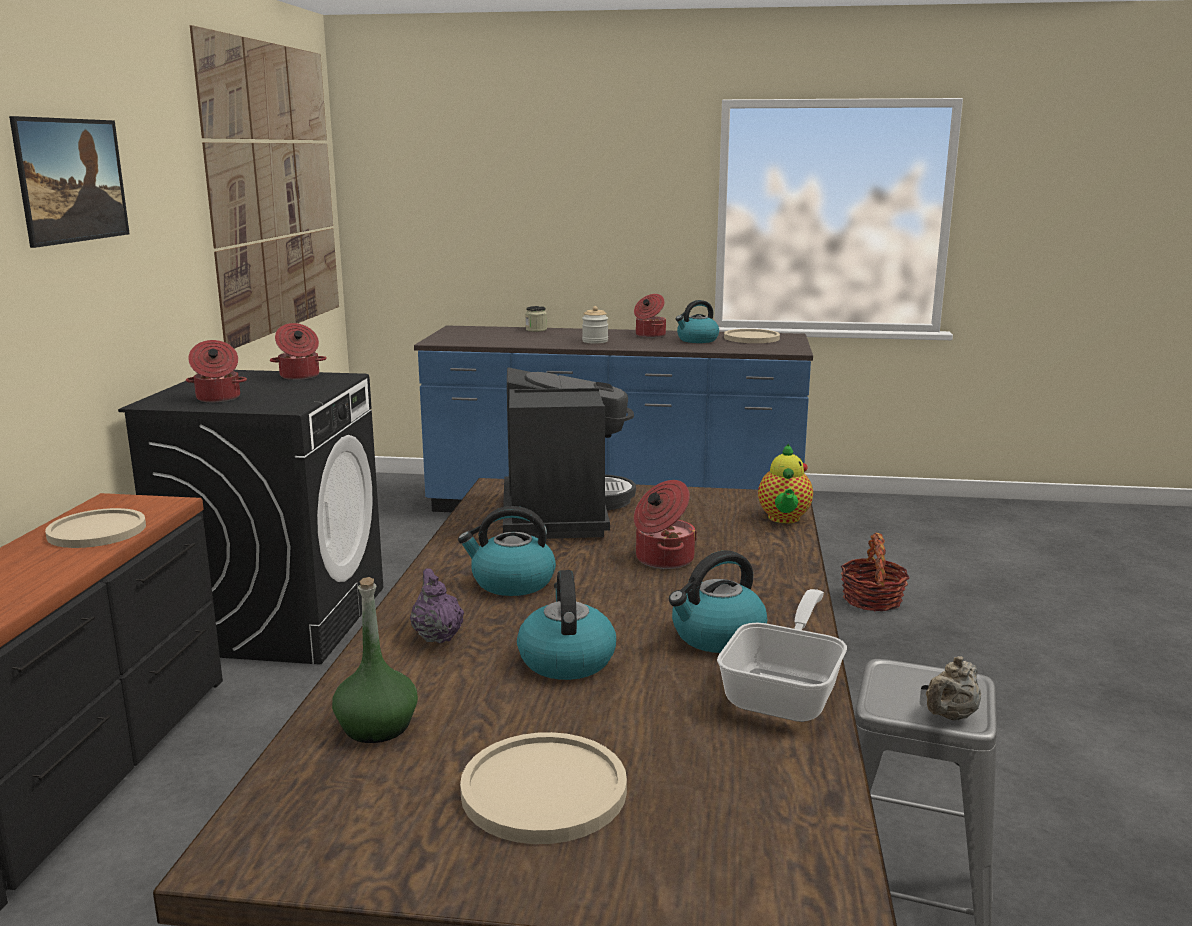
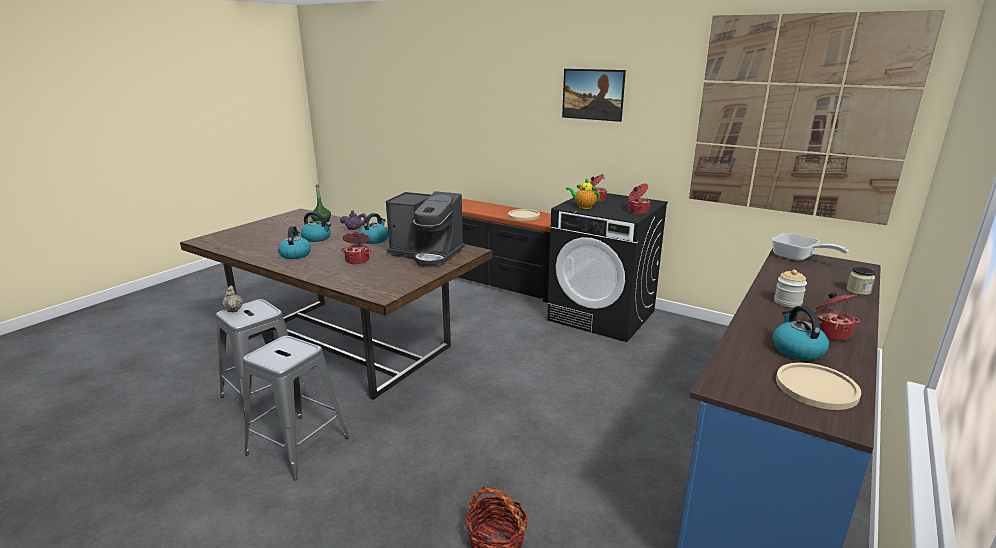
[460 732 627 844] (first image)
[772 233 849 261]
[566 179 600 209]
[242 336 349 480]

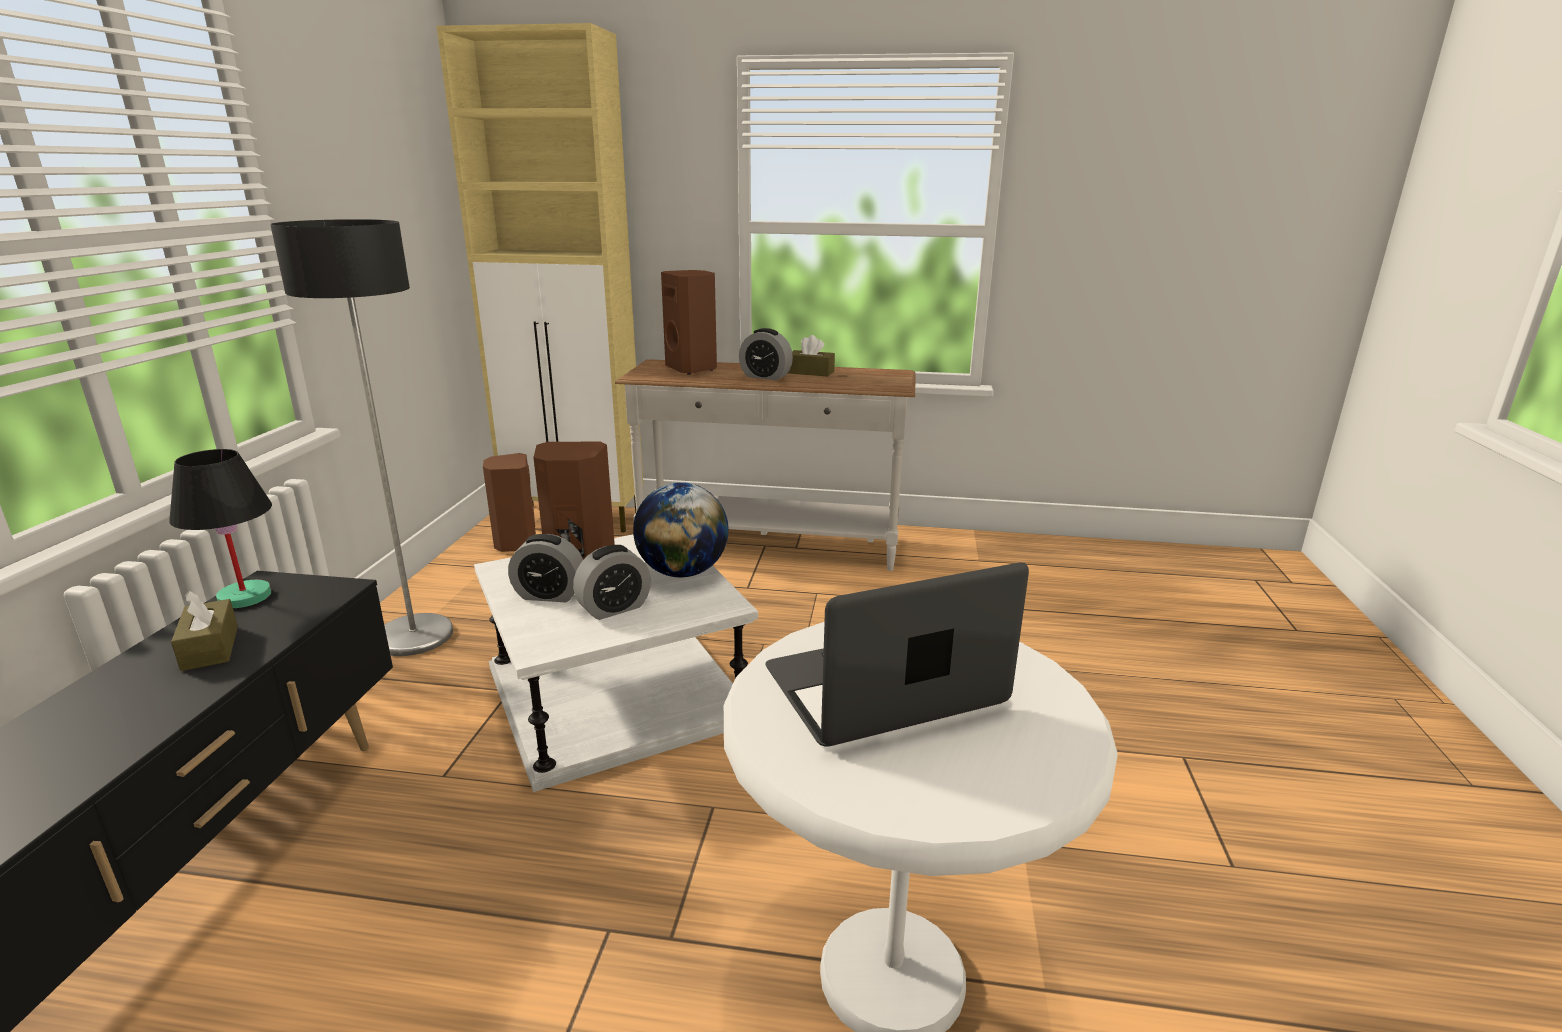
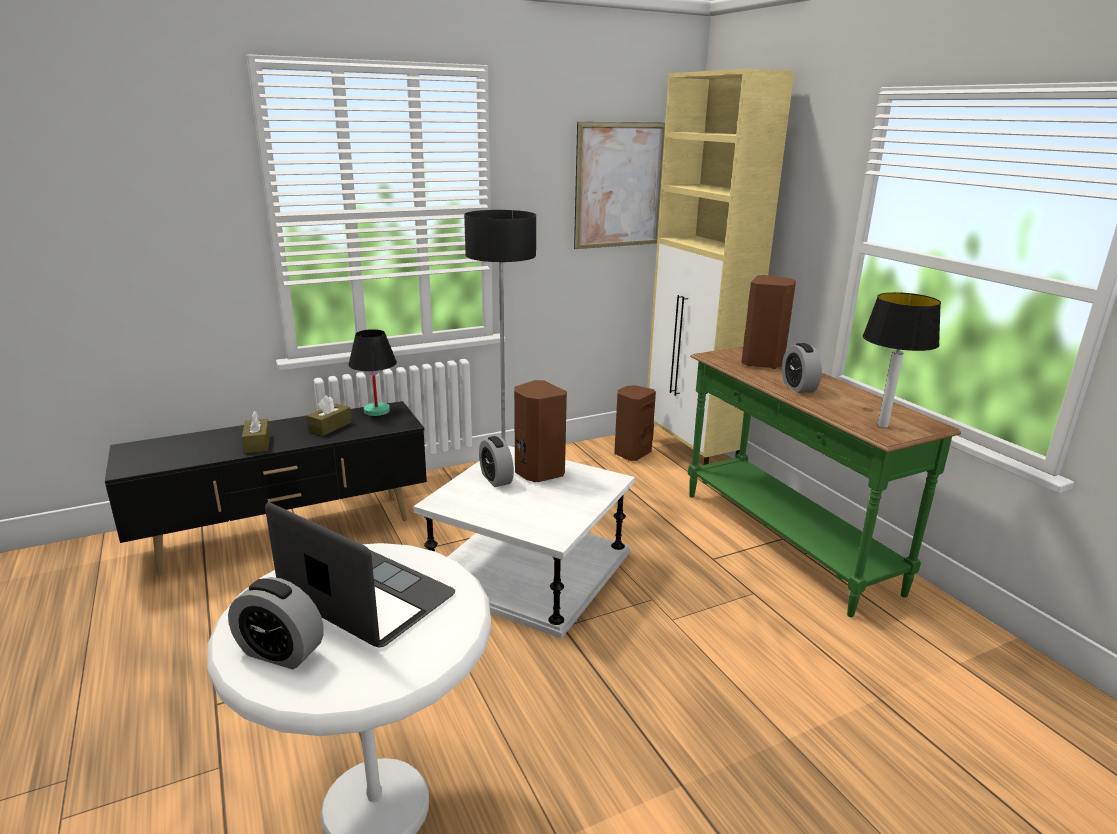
[228 577 324 669]
[688 347 961 618]
[633 482 729 577] (first image)
[242 411 270 453]
[574 122 665 249]
[863 292 941 428]

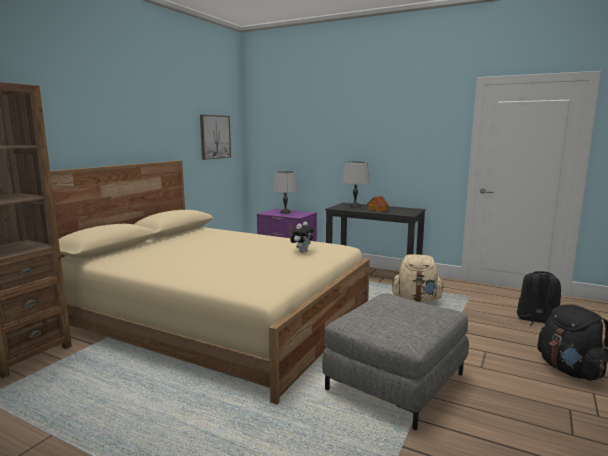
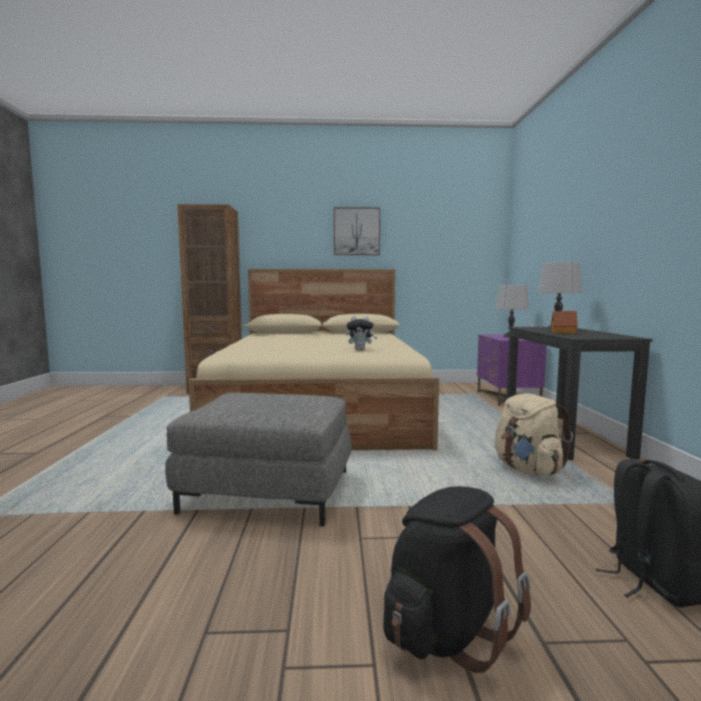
[334 207 380 255]

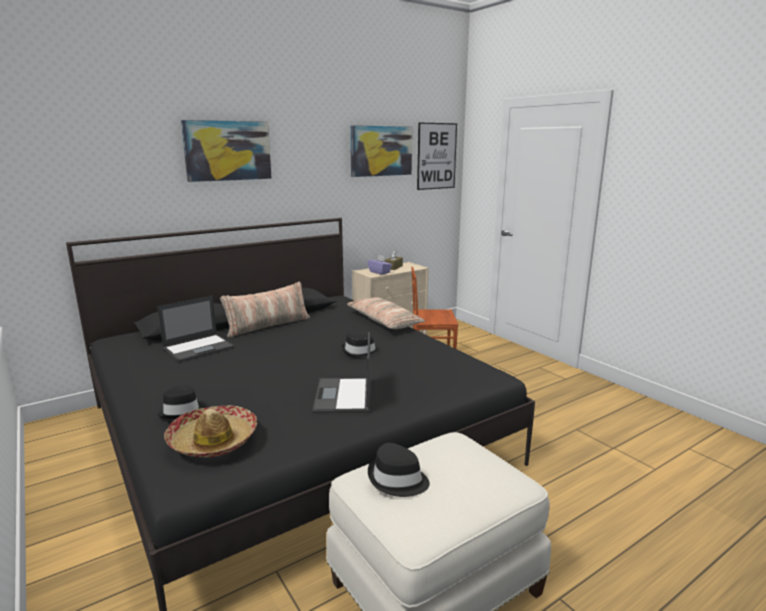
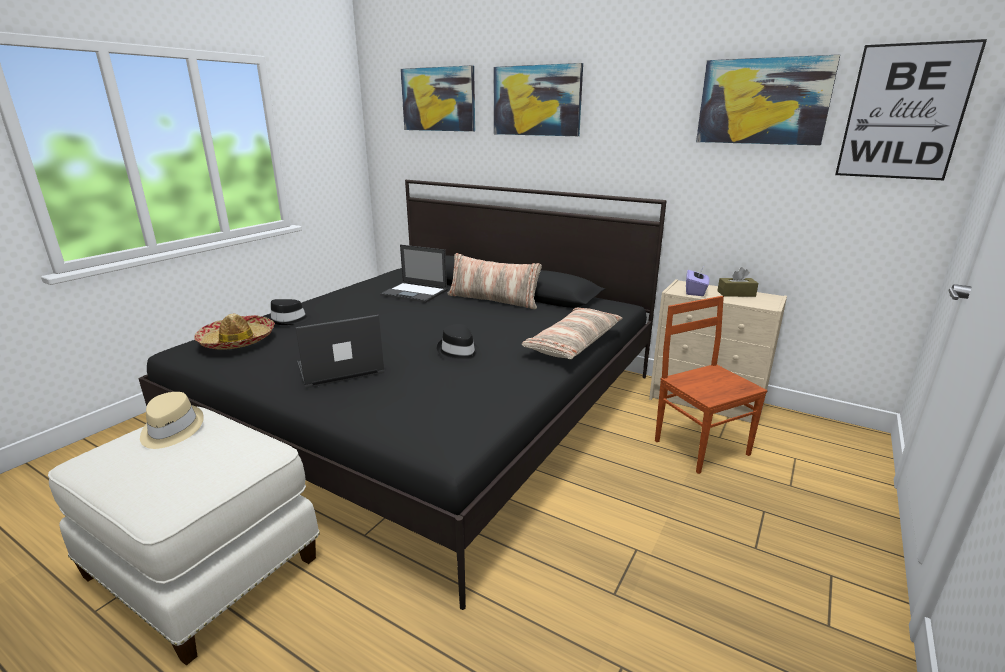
[140 392 204 449]
[400 65 475 132]

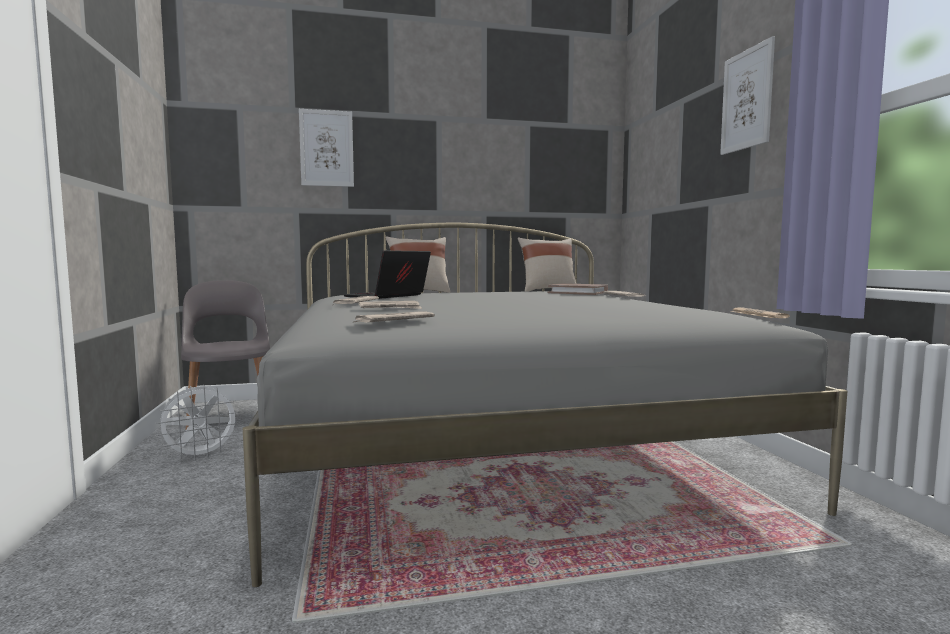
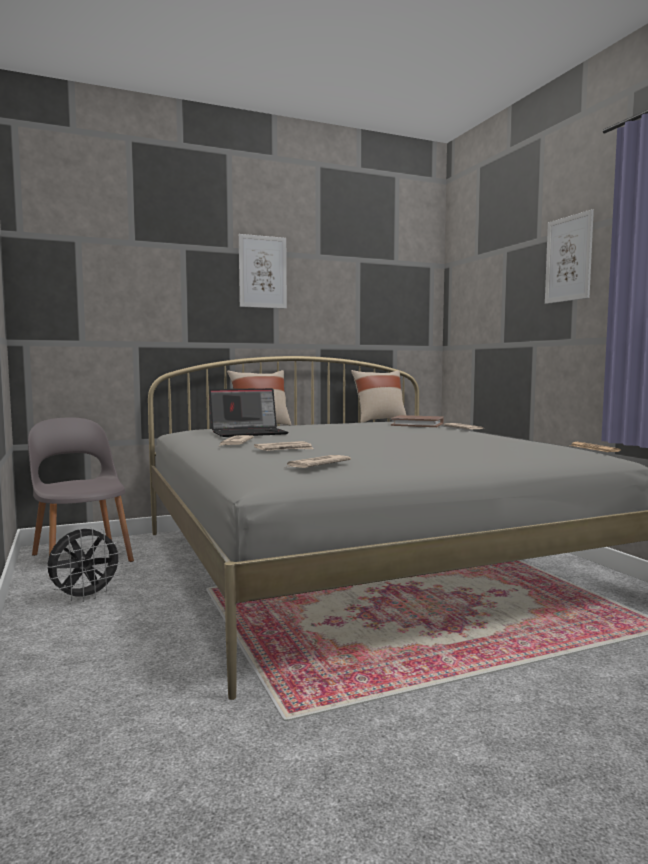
[47 527 124 602]
[239 234 287 309]
[209 388 289 437]

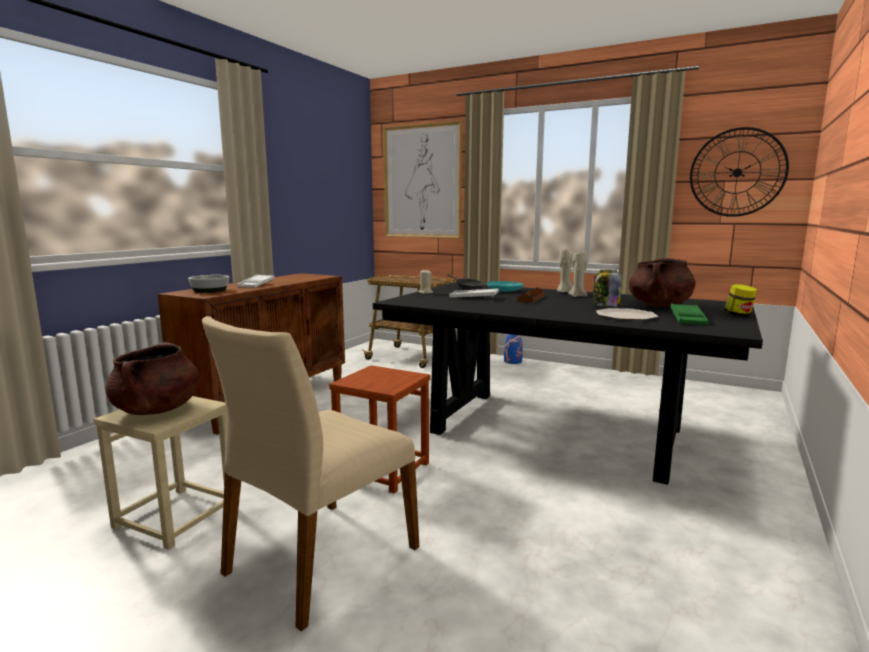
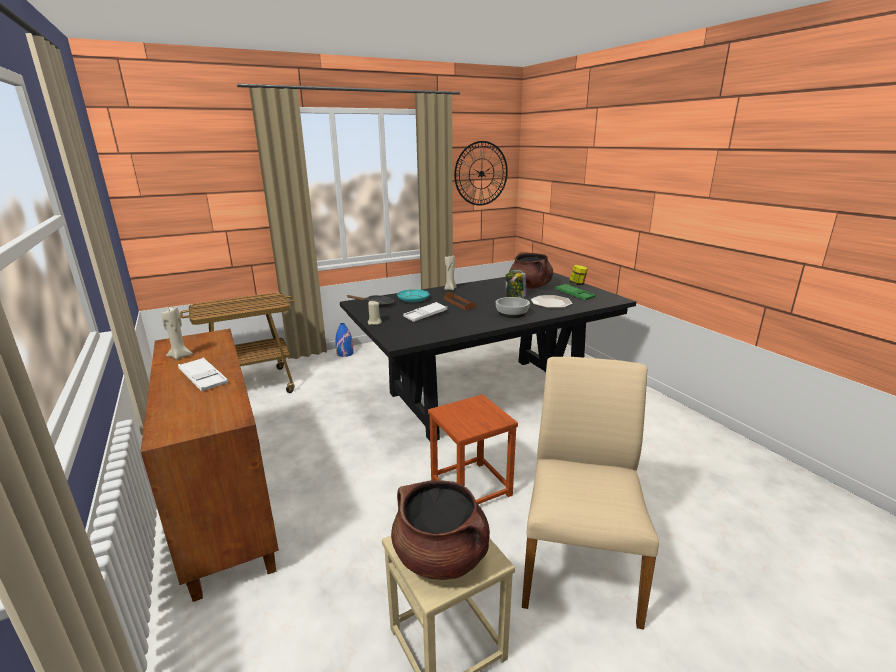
[496 297 530 318]
[522 357 659 630]
[383 121 462 239] (first image)
[162 307 193 360]

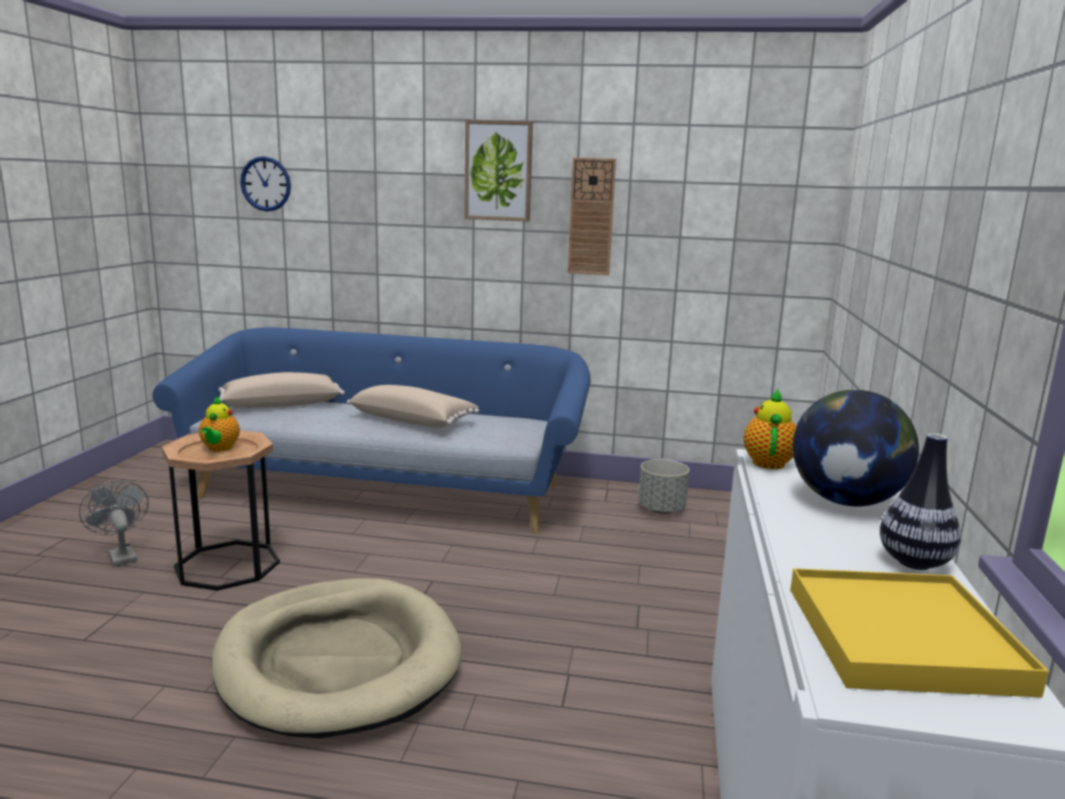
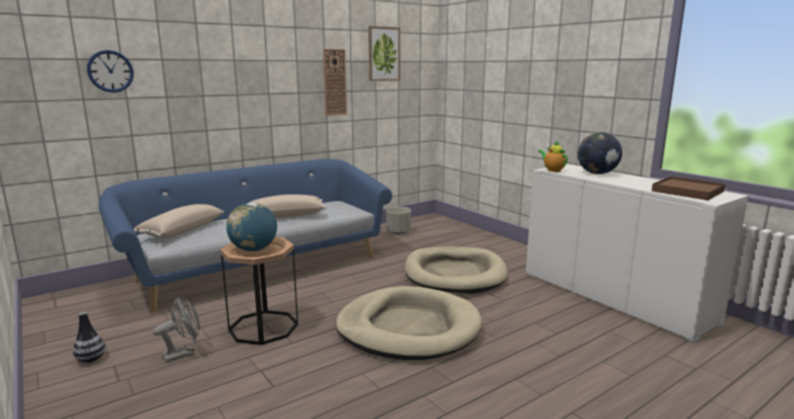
[153 297 200 363]
[226 202 277 251]
[368 26 400 81]
[652 176 725 200]
[73 312 105 363]
[404 247 508 294]

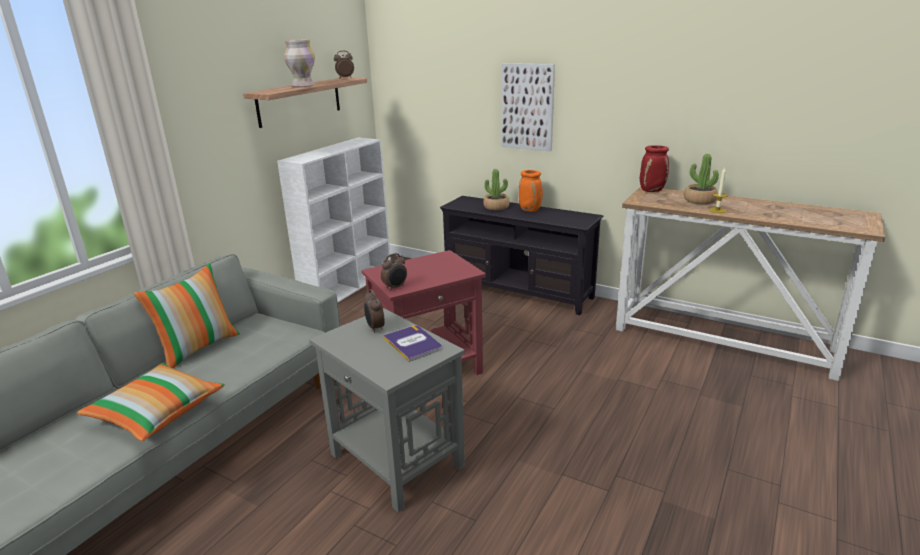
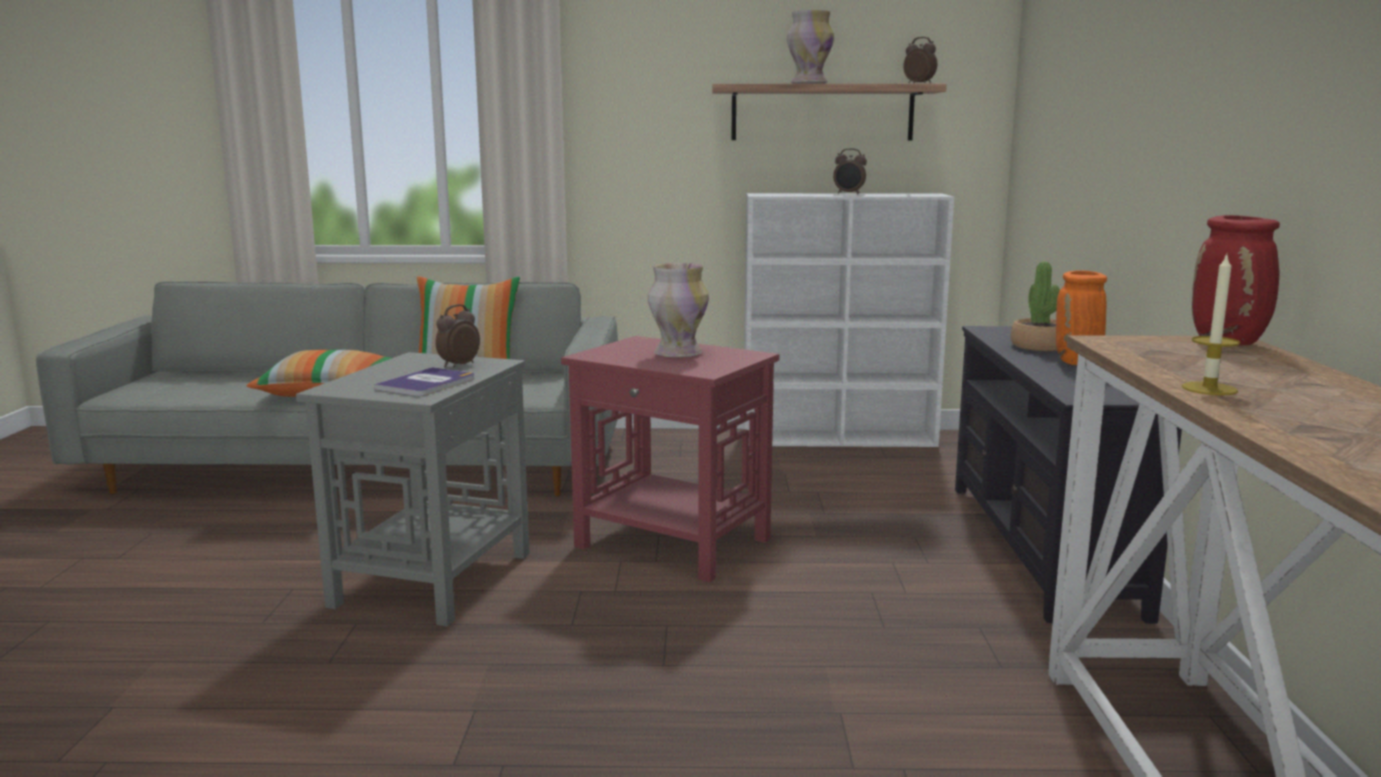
[833 149 867 194]
[501 63 555 152] (first image)
[684 154 719 205] (first image)
[648 263 709 358]

